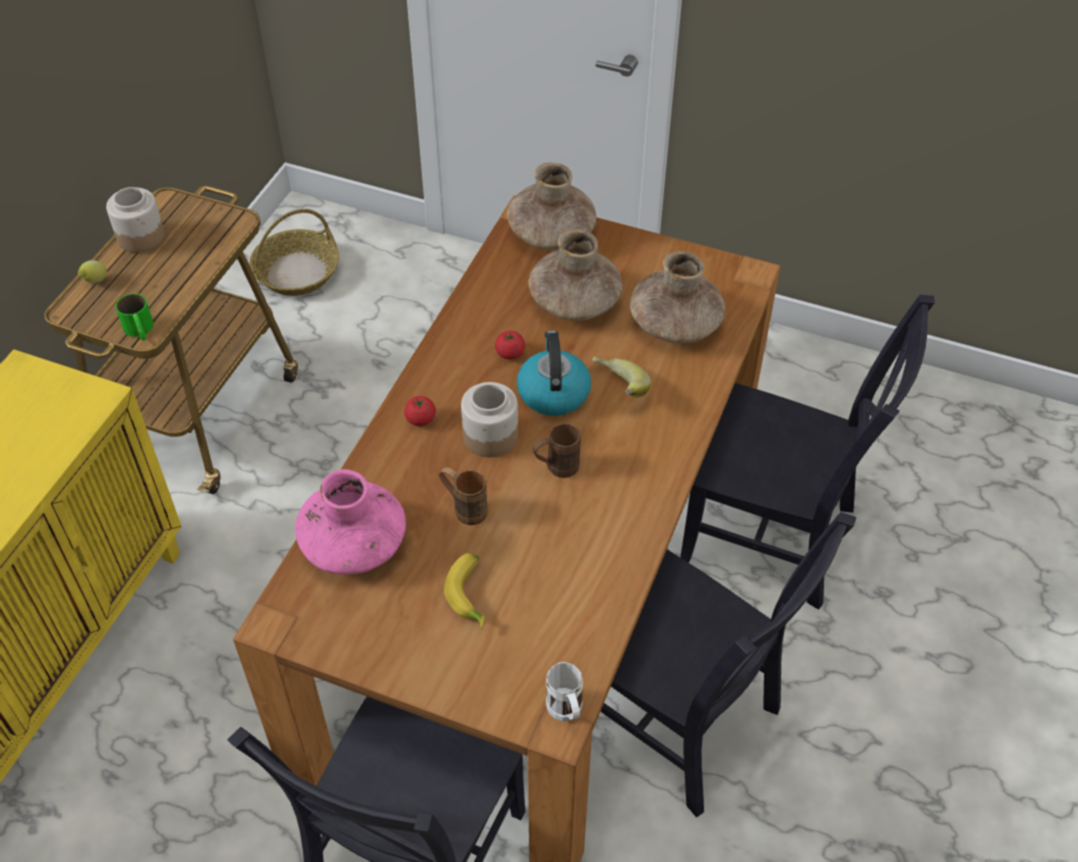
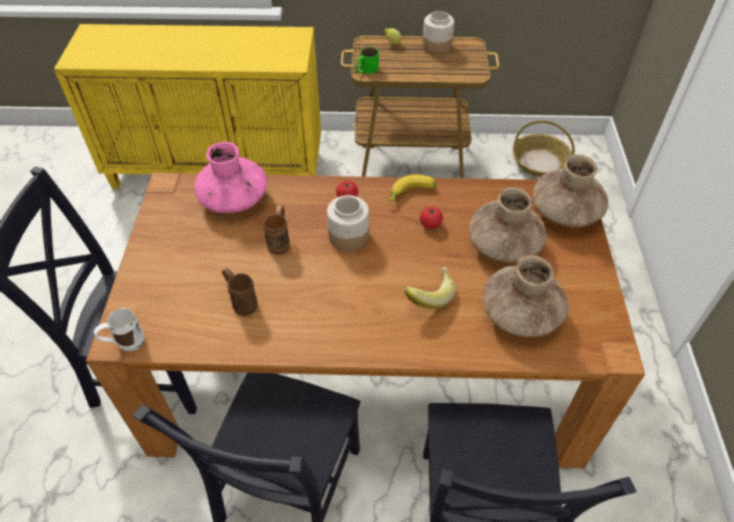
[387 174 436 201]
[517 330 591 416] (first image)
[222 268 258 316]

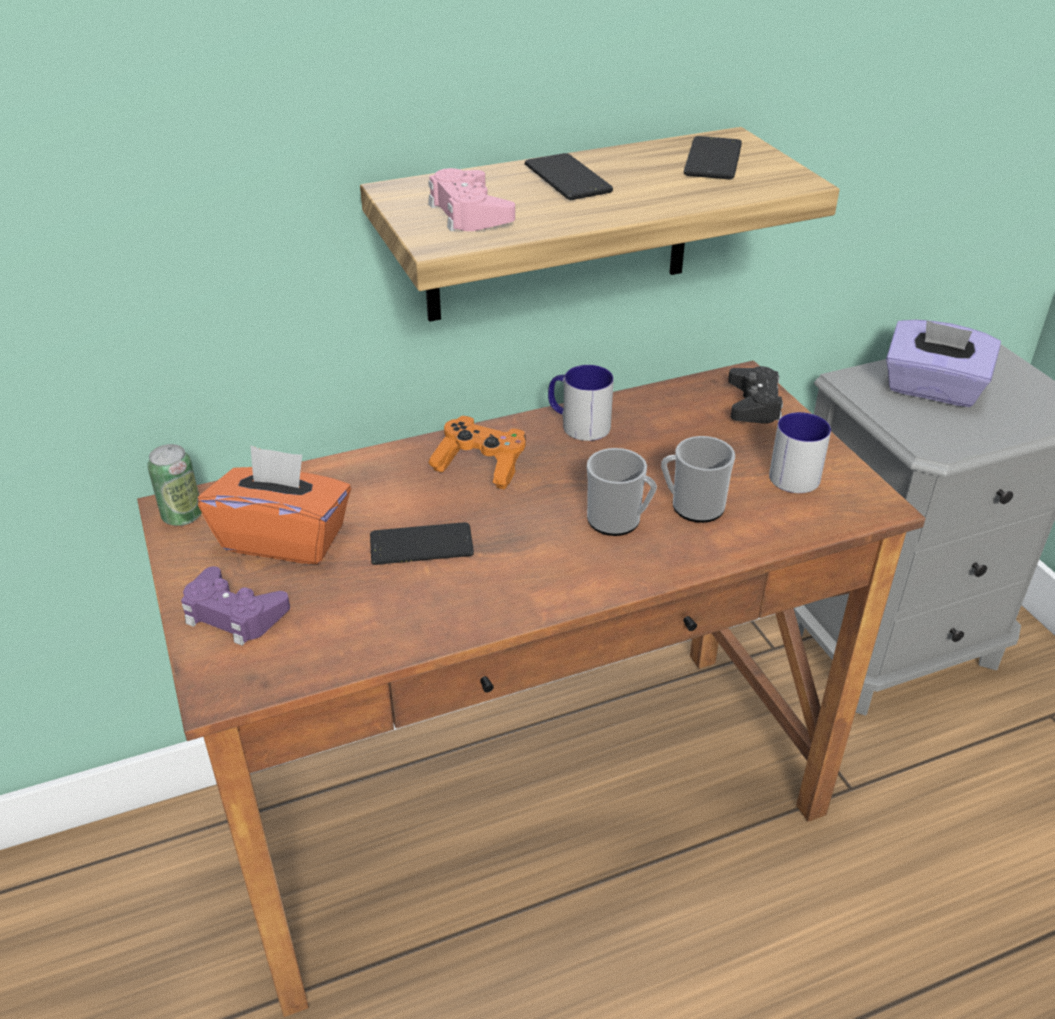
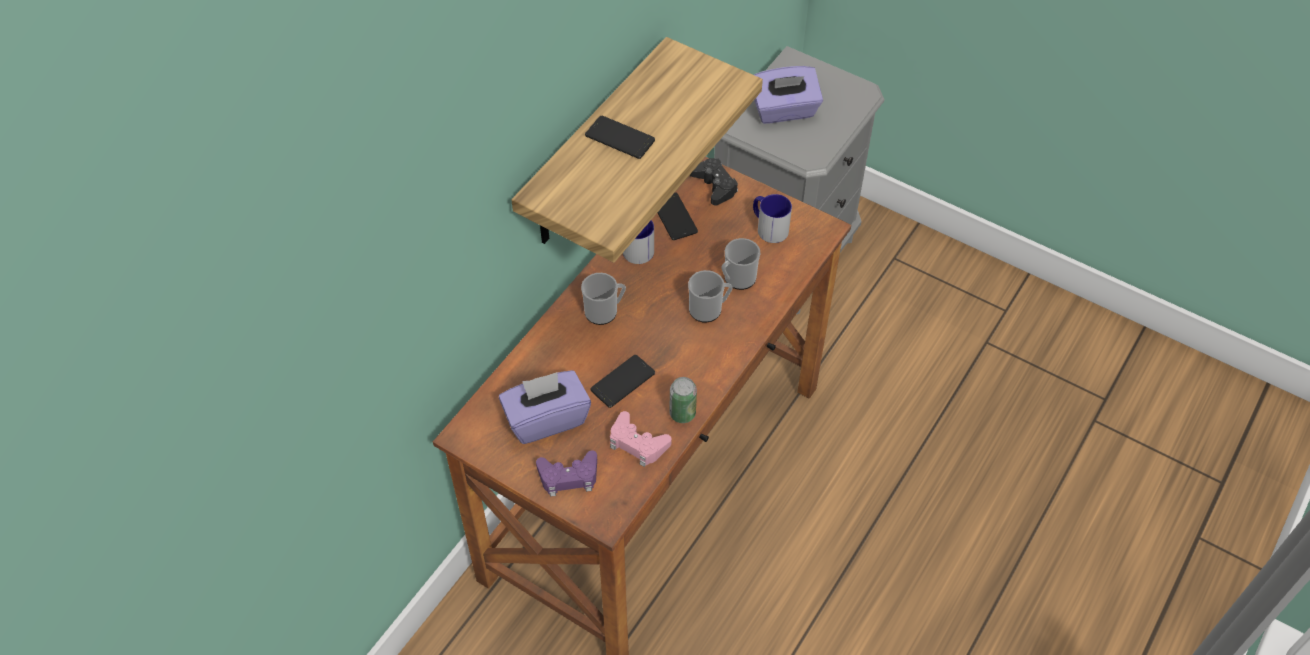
[669 377 697 423]
[499 370 591 444]
[610 411 671 467]
[581 273 626 325]
[658 192 698 240]

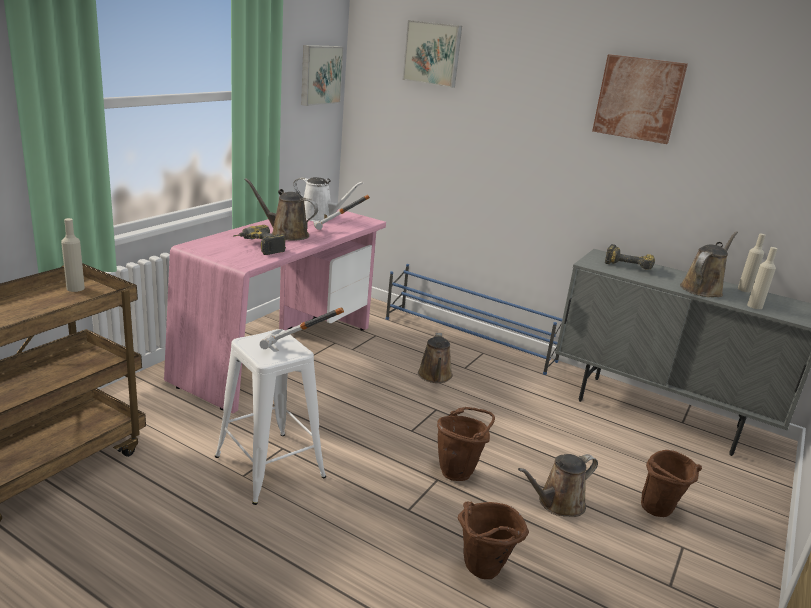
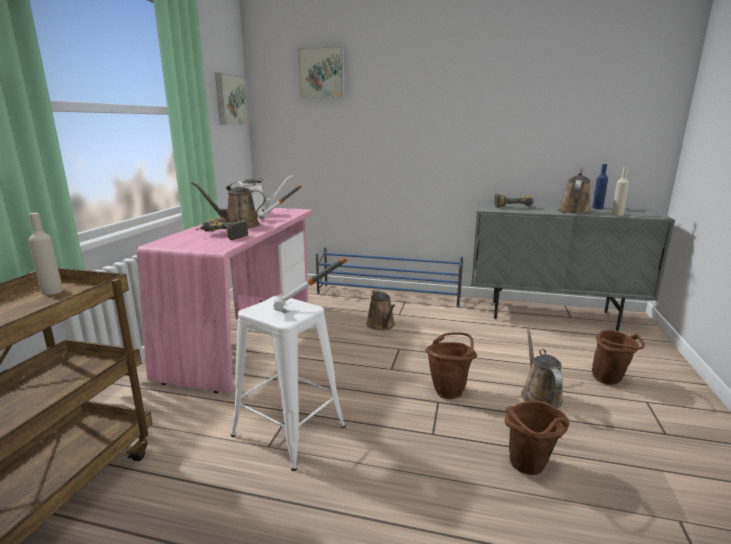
[521 327 563 408]
[592 54 688 144] (first image)
[592 164 608 209]

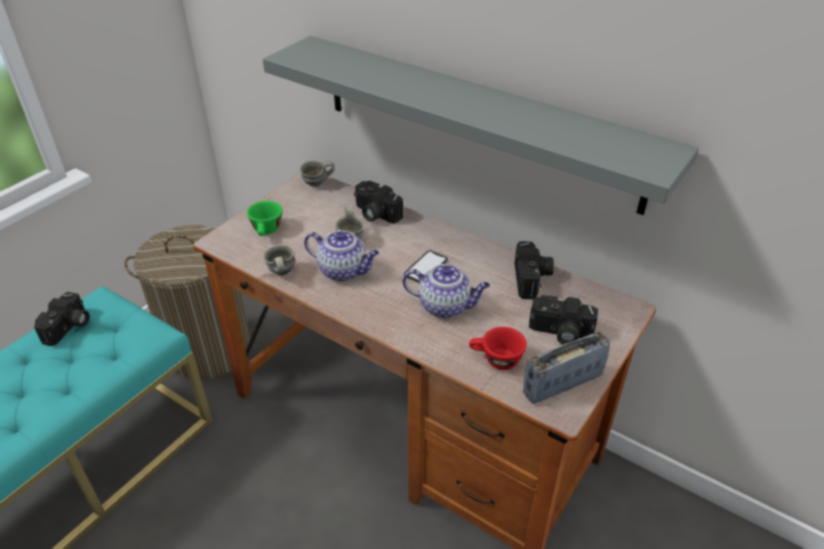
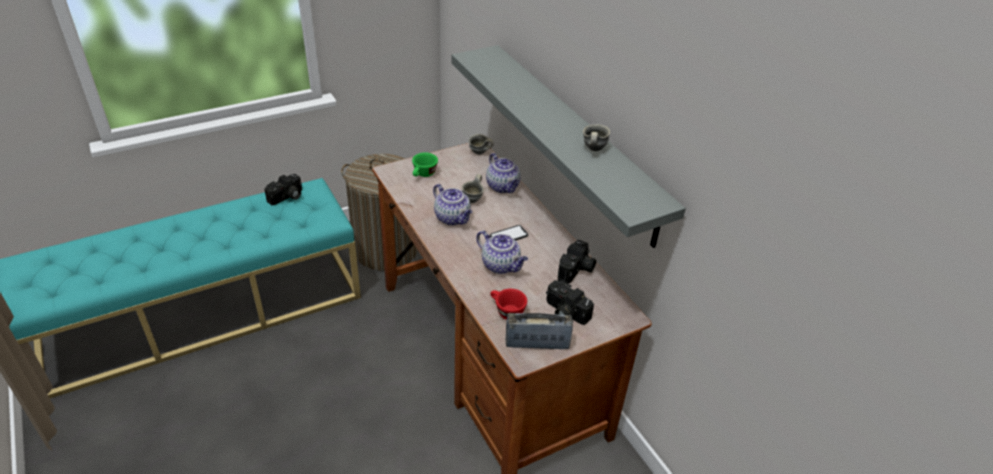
[583 124 610 151]
[486 153 521 193]

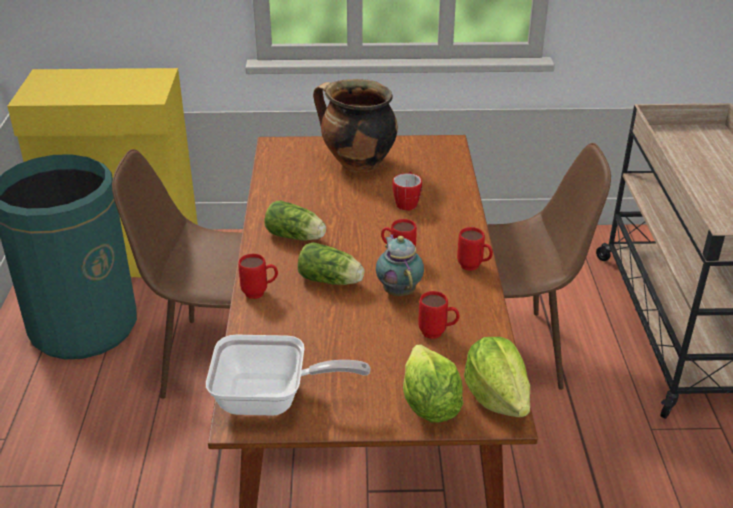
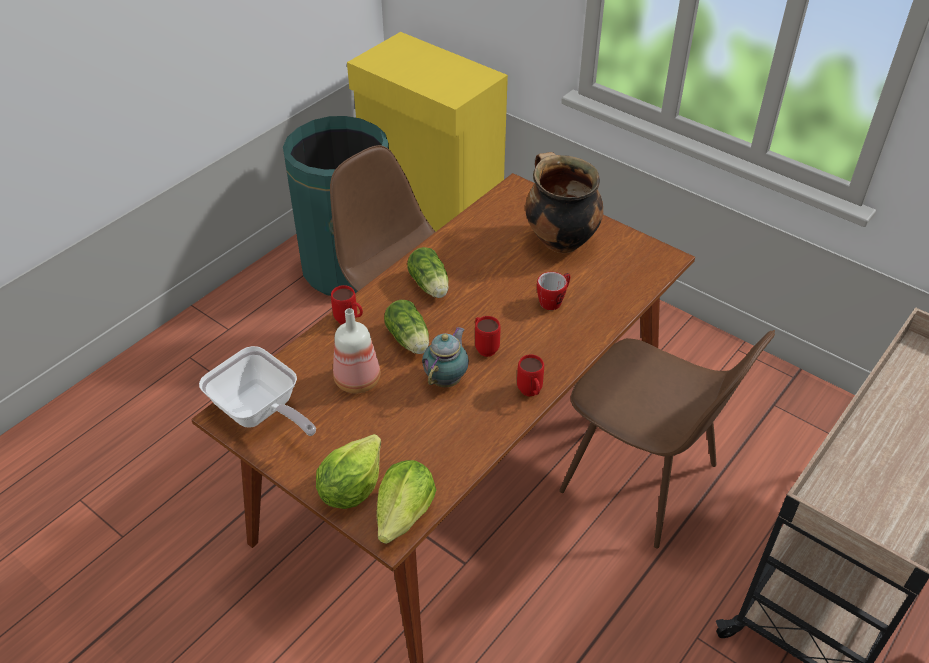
[418 291 460 339] (first image)
[333 308 380 393]

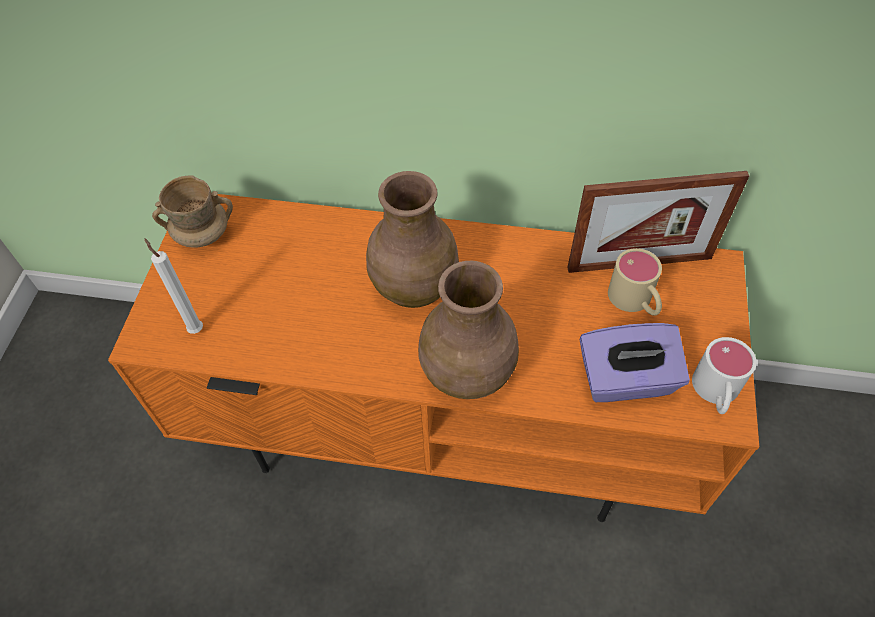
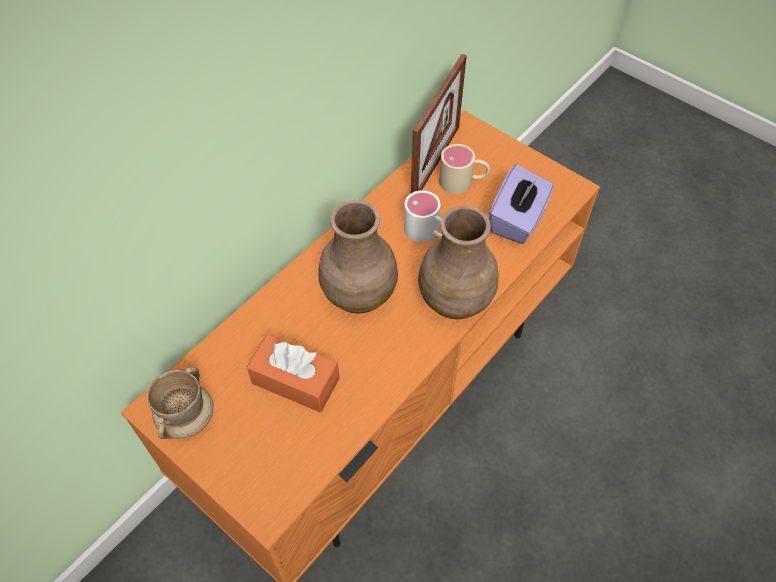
[145 238 203 334] (first image)
[404 190 442 242]
[247 334 340 412]

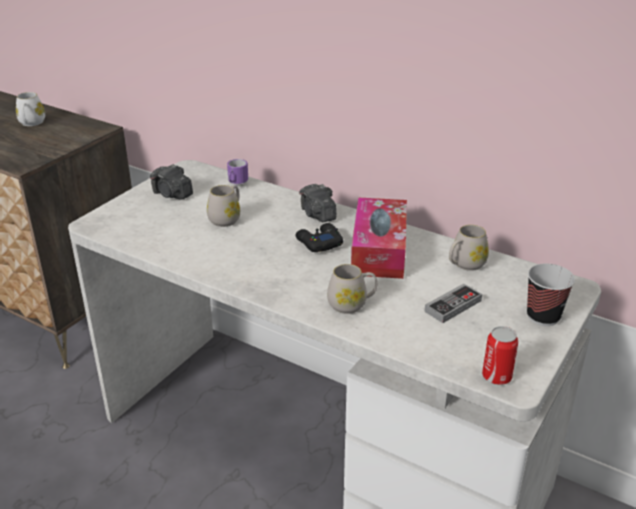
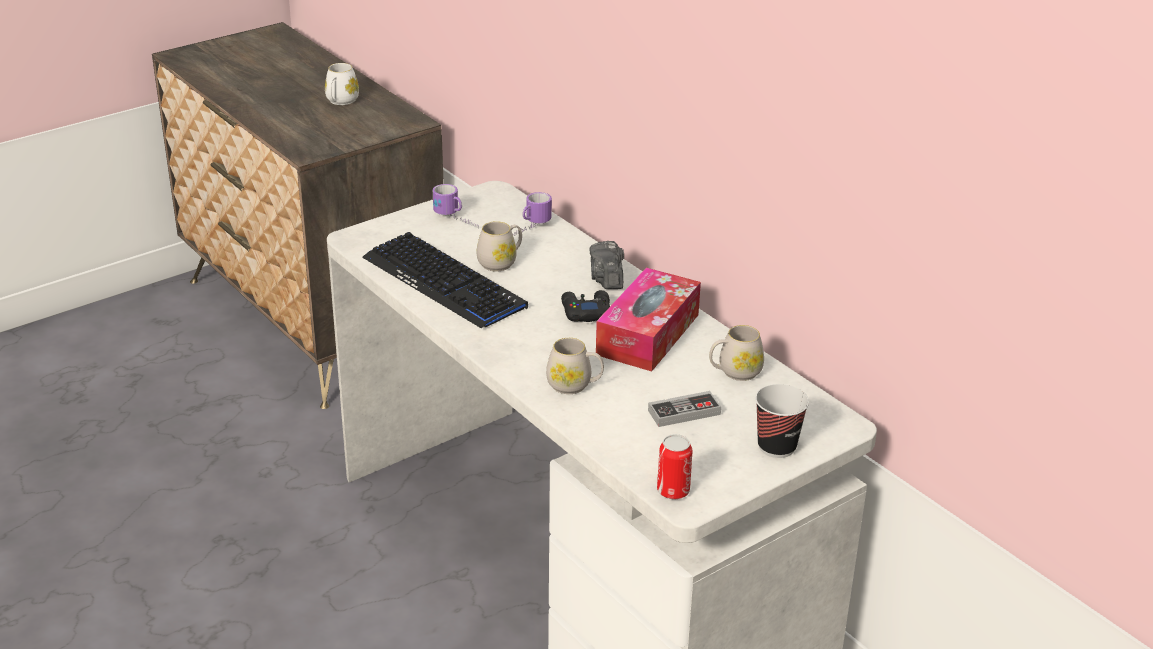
[433 184 479 228]
[362 232 528 328]

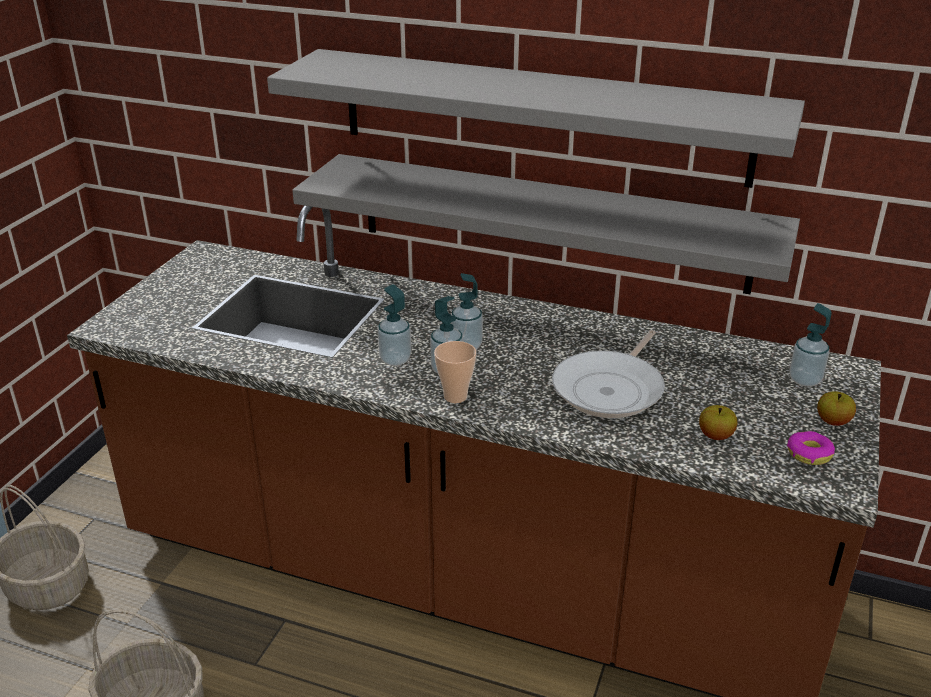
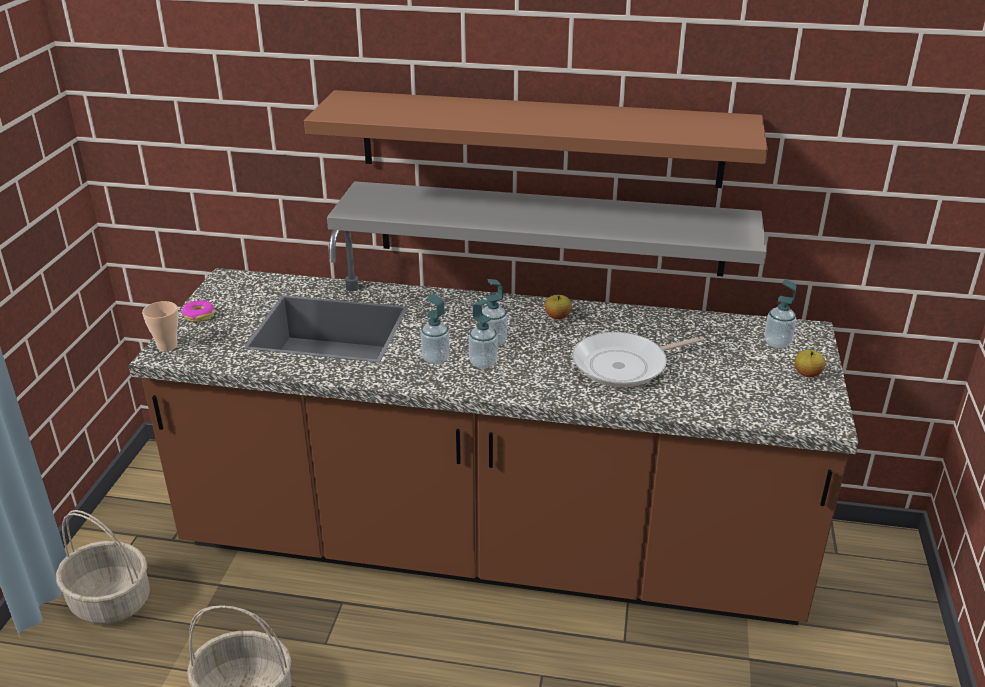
[304 90 768 188]
[142 301 178 352]
[572 332 704 387]
[545 295 572 320]
[182 300 214 322]

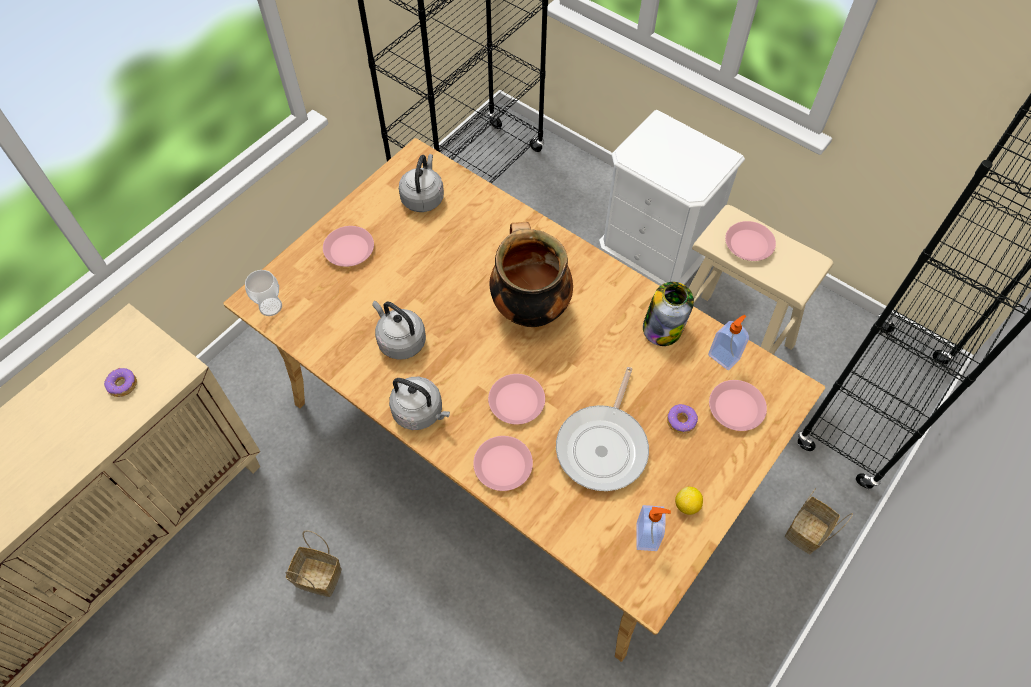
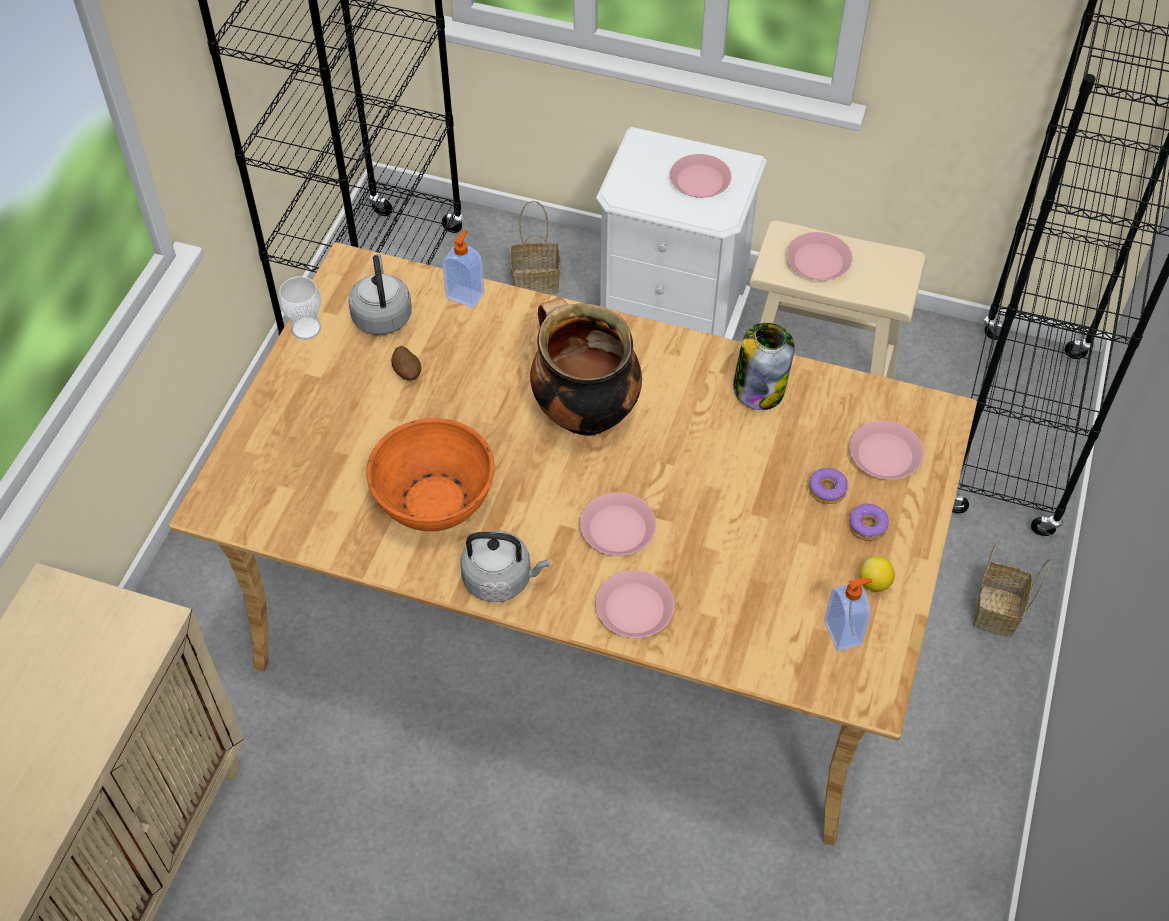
[849 504 889 541]
[279 277 321 340]
[510 201 561 295]
[670 154 731 198]
[366 418 495 531]
[556 367 649 491] (first image)
[442 230 484 308]
[391 346 421 380]

